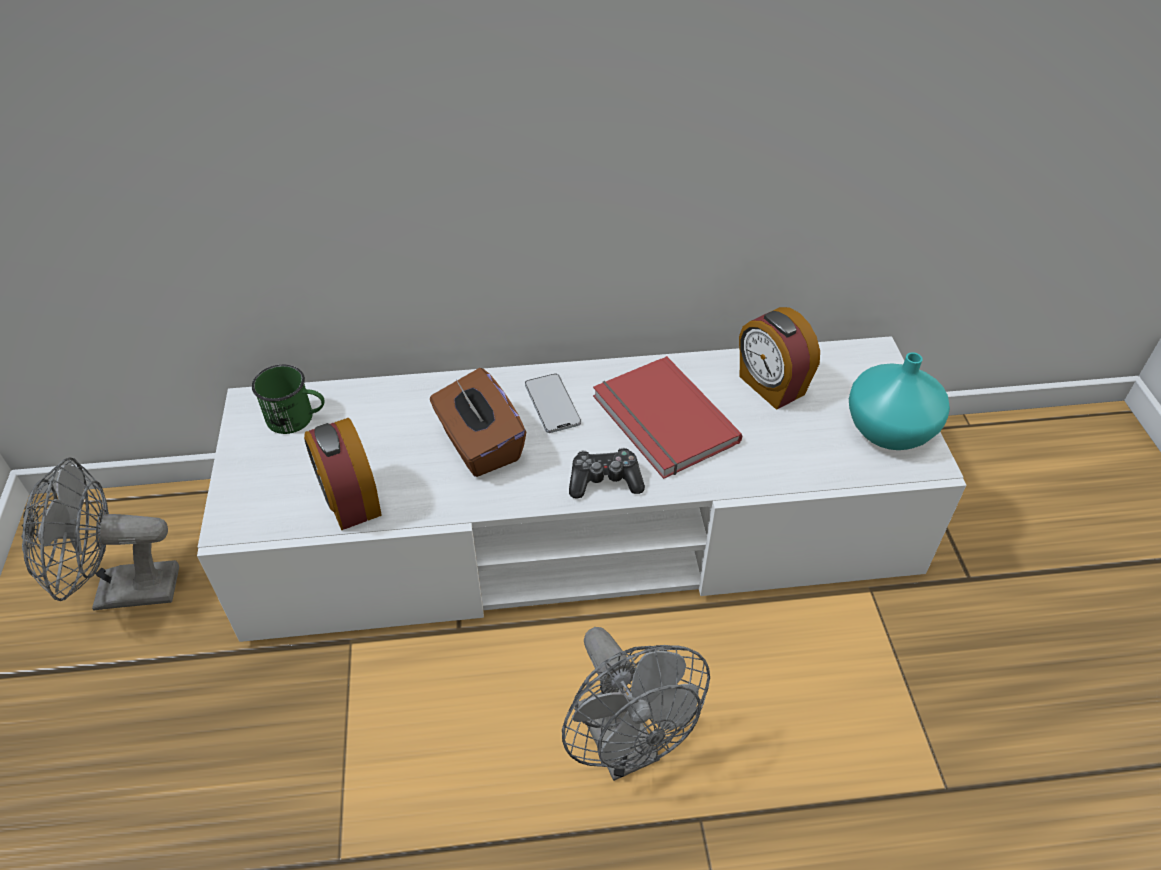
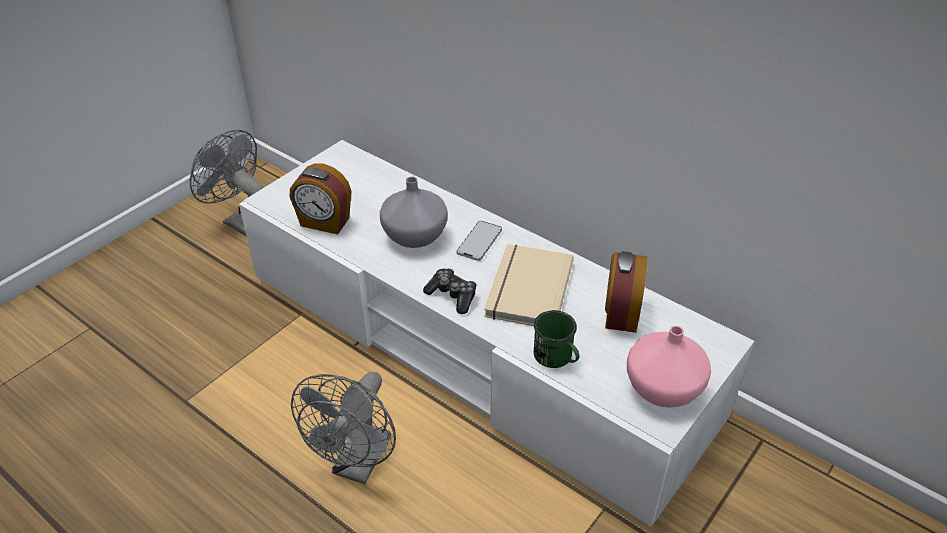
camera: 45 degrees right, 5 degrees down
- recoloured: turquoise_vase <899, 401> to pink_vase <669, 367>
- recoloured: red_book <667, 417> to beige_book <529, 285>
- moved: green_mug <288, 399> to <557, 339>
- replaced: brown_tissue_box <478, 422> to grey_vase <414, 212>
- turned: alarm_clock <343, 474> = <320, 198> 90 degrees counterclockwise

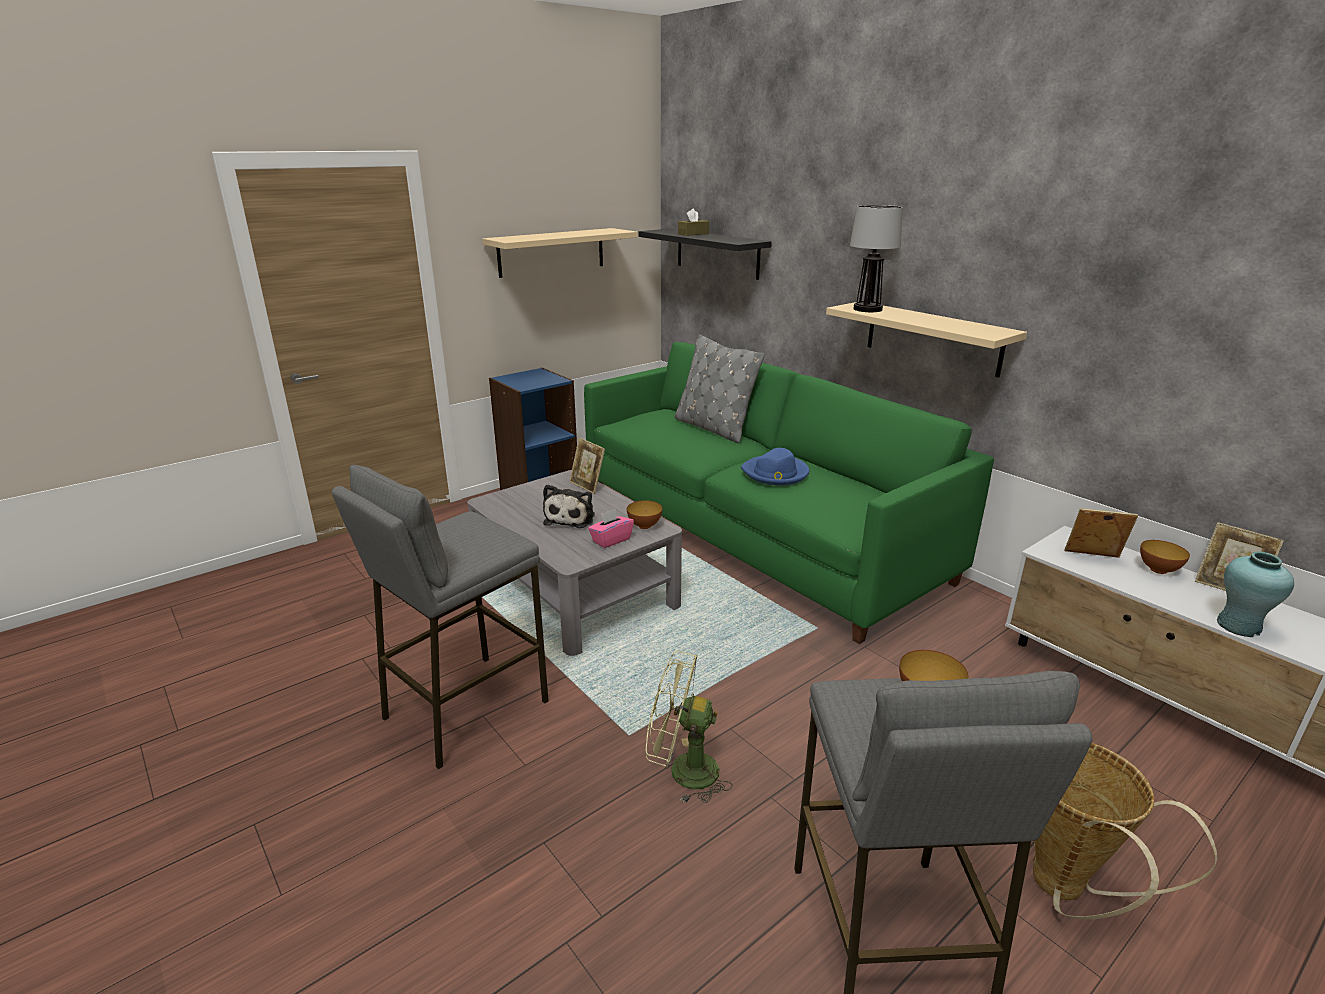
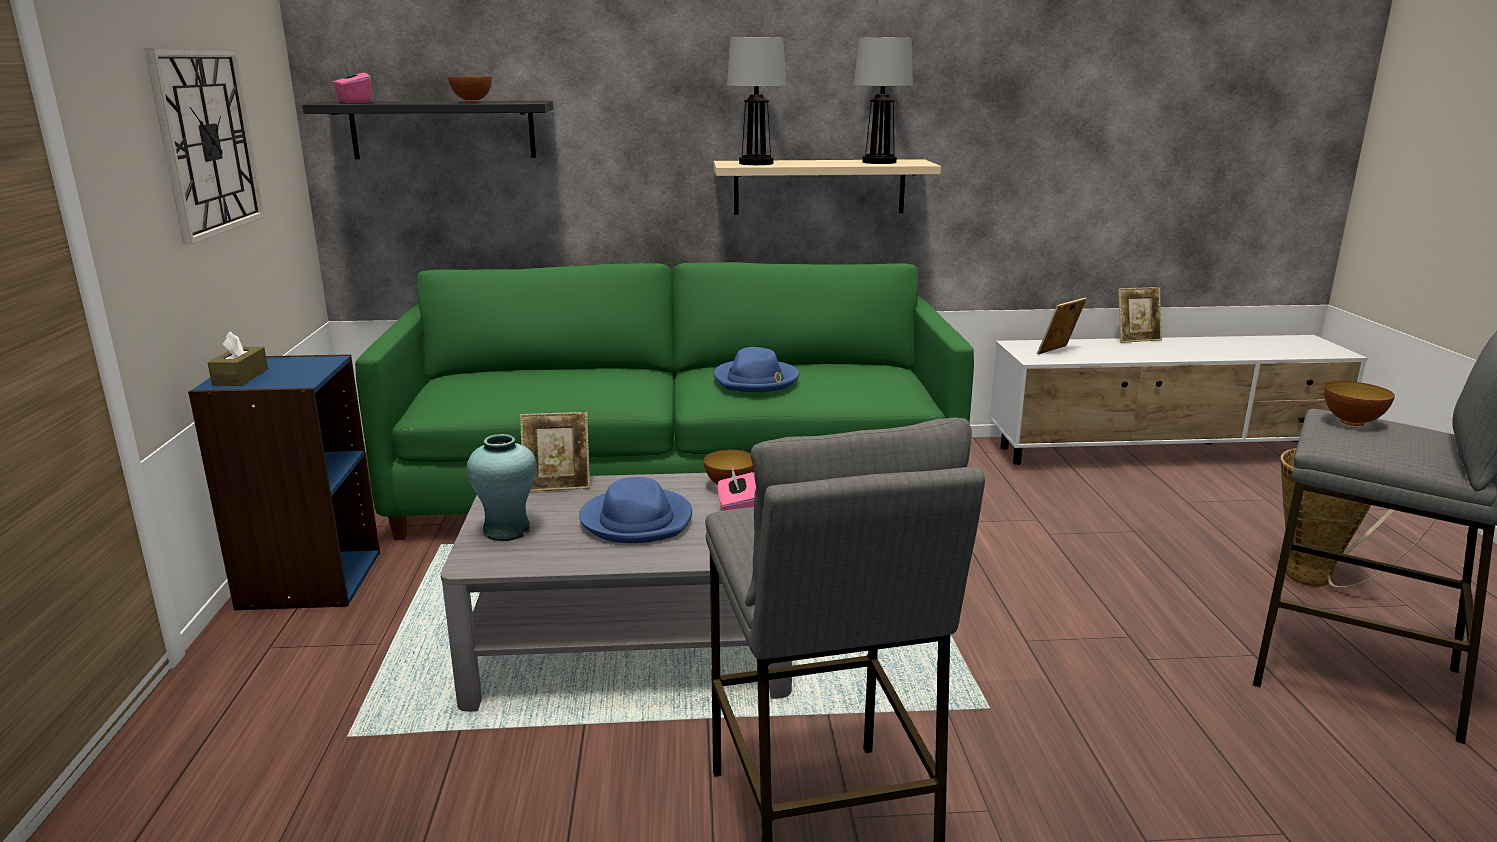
camera: 55 degrees left, 5 degrees down
- moved: brown_tissue_box <693, 222> to <237, 358>
- replaced: beige_shelf <560, 253> to wall_clock <204, 146>
- removed: grey_pillow <720, 388>
- replaced: plush_toy <569, 506> to blue_hat <635, 510>
- moved: bowl <1165, 557> to <470, 89>
- moved: turquoise_vase <1255, 594> to <502, 487>
- removed: green_fan <689, 727>
- added: table_lamp <883, 100>
- added: pink_tissue_box <351, 83>

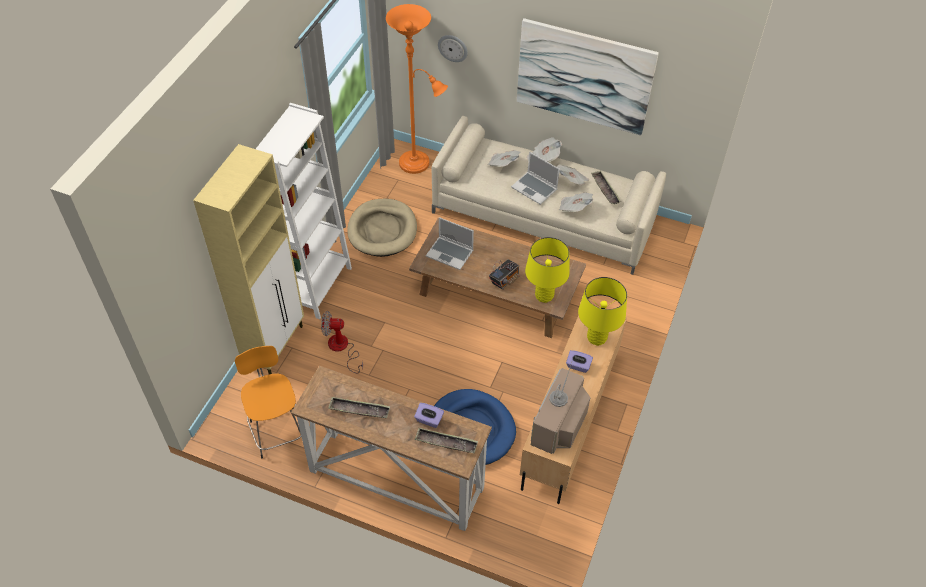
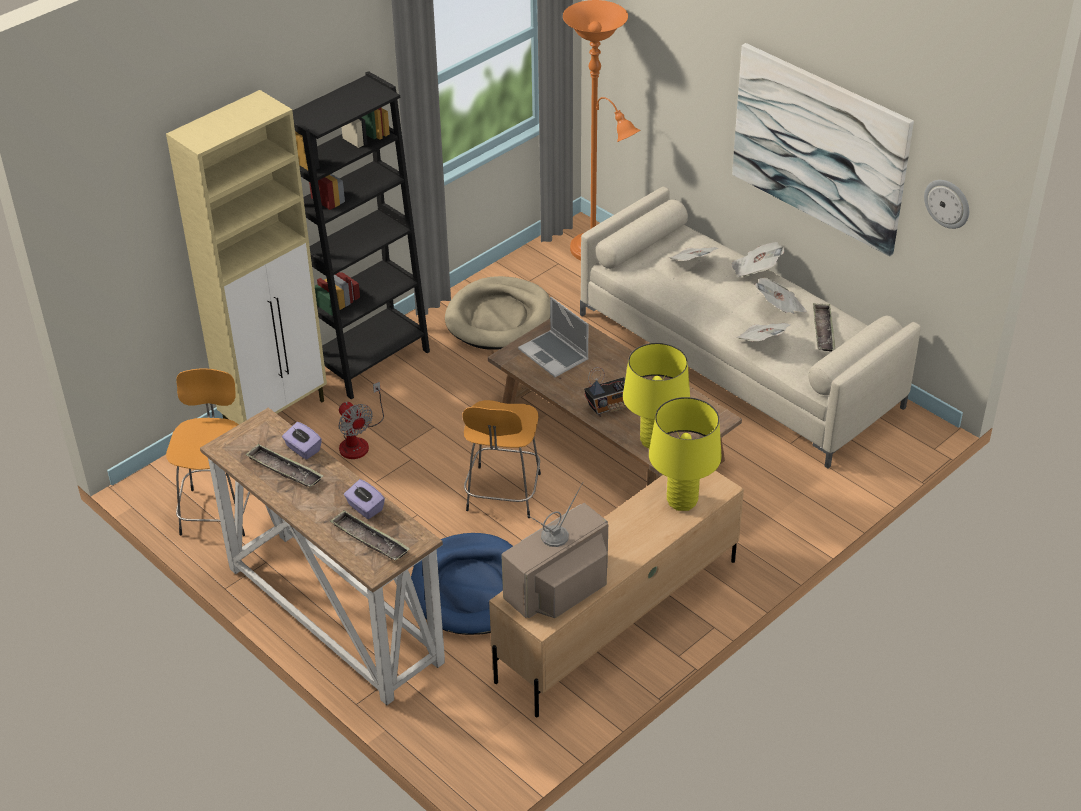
camera: 25 degrees right, 10 degrees down
- moved: wall_clock <453, 48> to <946, 204>
- recoloured: white_bookcase <304, 211> to black_bookcase <361, 235>
- removed: laptop <535, 178>
- turned: fan <342, 342> = <361, 420> 150 degrees counterclockwise
- moved: purple_tissue_box <579, 361> to <302, 441>
- added: orange_stool <501, 459>

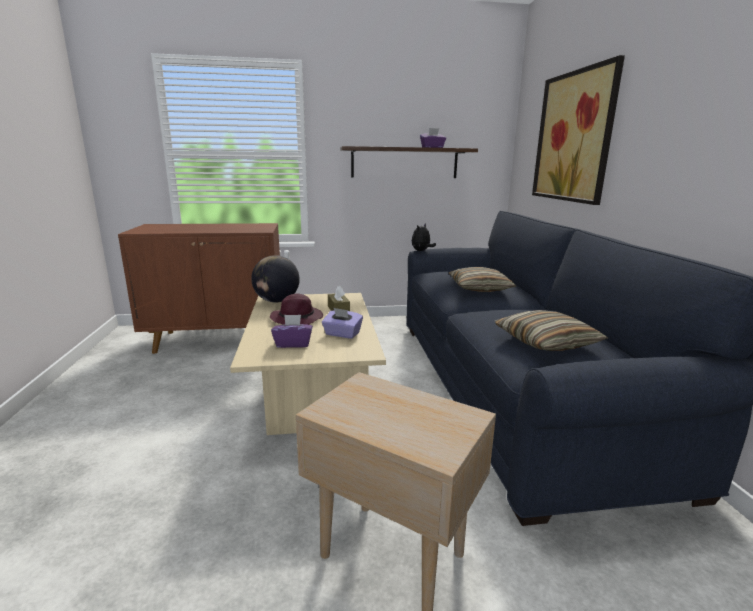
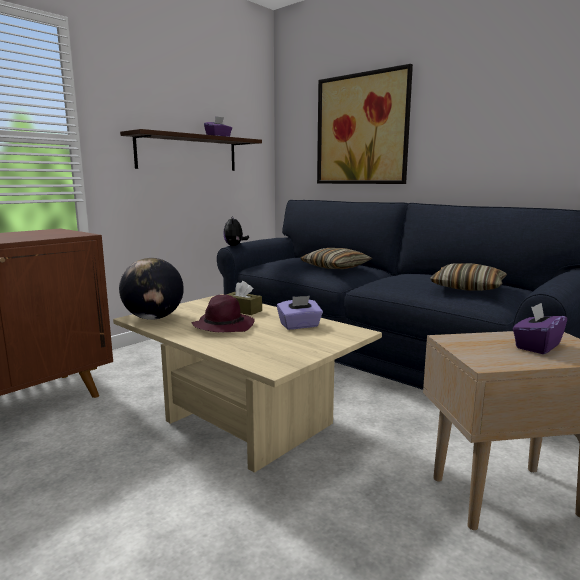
camera: 40 degrees left, 5 degrees down
- moved: purple_tissue_box <292, 331> to <540, 328>

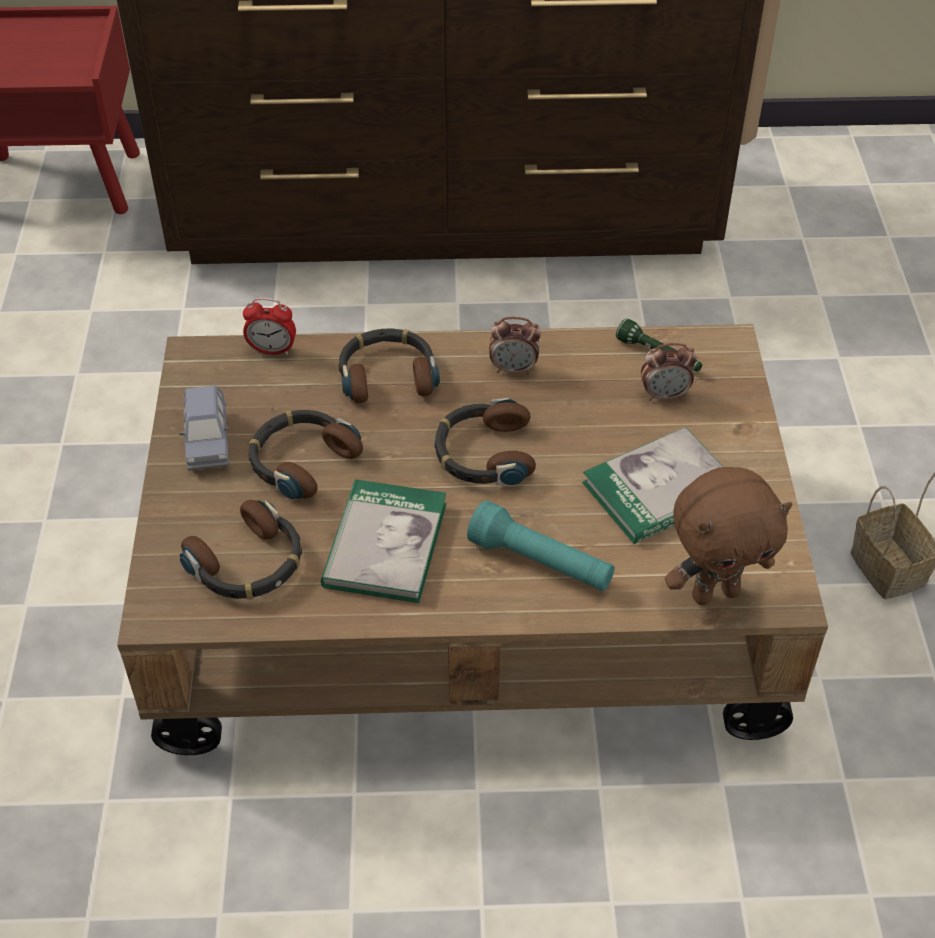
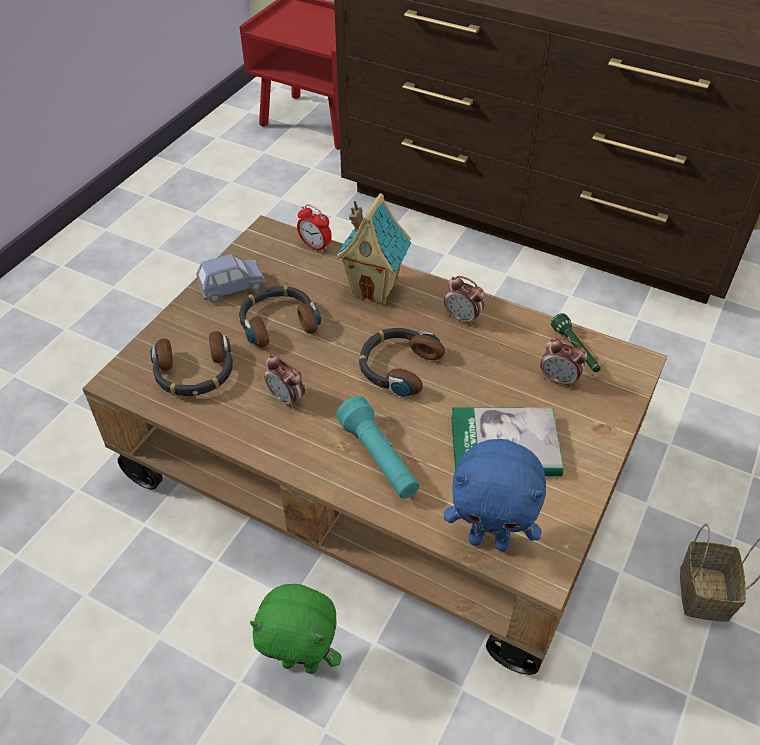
camera: 30 degrees right, 0 degrees up
- replaced: headphones <389, 366> to toy_house <373, 249>
- turned: blue_toy_car <204, 428> = <231, 278> 135 degrees counterclockwise
- recoloured: brown_plush_toy <728, 536> to blue_plush_toy <495, 495>
- replaced: book <384, 541> to alarm_clock <284, 382>
- added: green_plush_toy <296, 629>

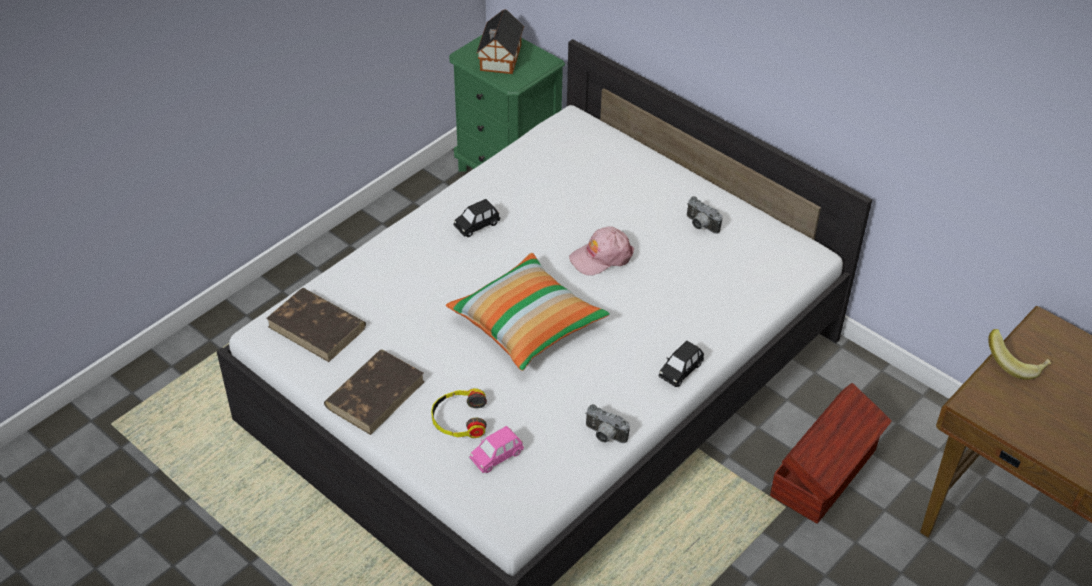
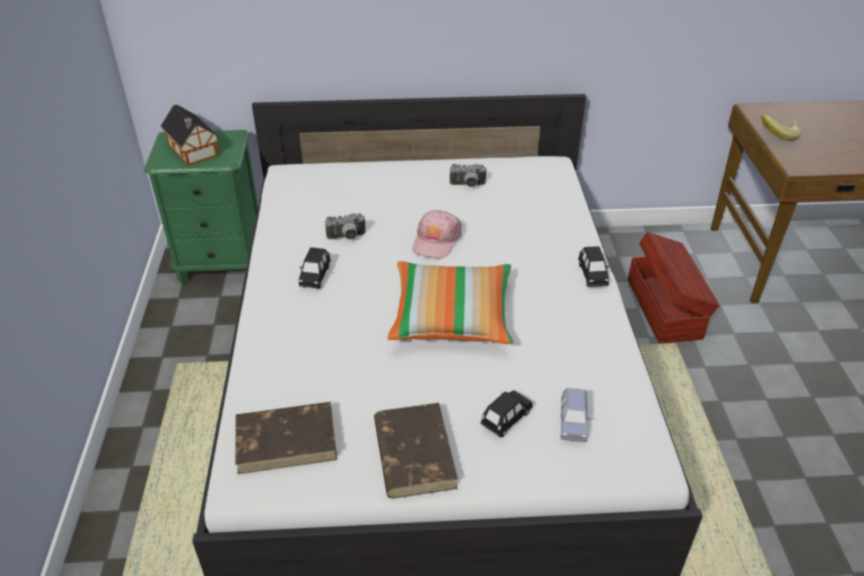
camera: 45 degrees left, 5 degrees down
- replaced: headphones <459, 413> to black_toy_car <506, 413>
- moved: photo_camera <607, 423> to <345, 226>
- recoloured: pink_toy_car <496, 449> to blue_toy_car <575, 415>

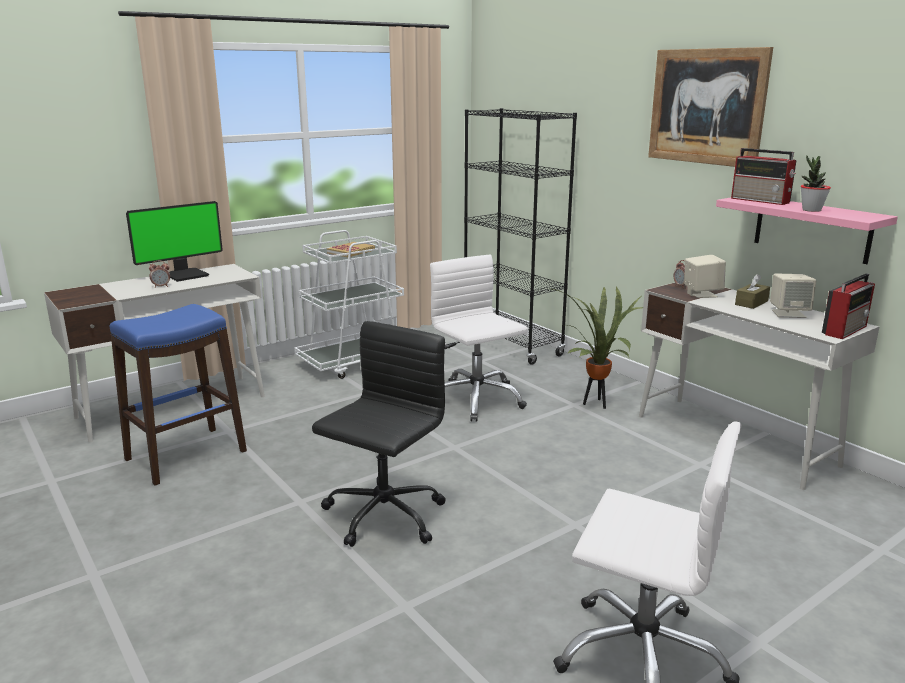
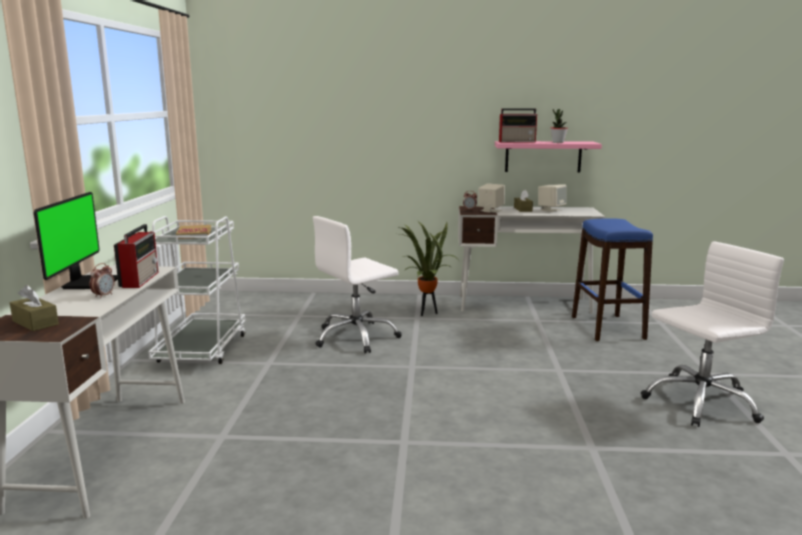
camera: 50 degrees left, 5 degrees down
- removed: picture <710, 107>
- removed: black_bookcase <520, 236>
- turned: white_office_chair <479, 338> = <357, 284> 45 degrees counterclockwise
- moved: radio <848, 306> to <136, 256>
- moved: blue_stool <178, 395> to <612, 279>
- removed: black_office_chair <378, 434>
- added: brown_tissue_box <34, 308>

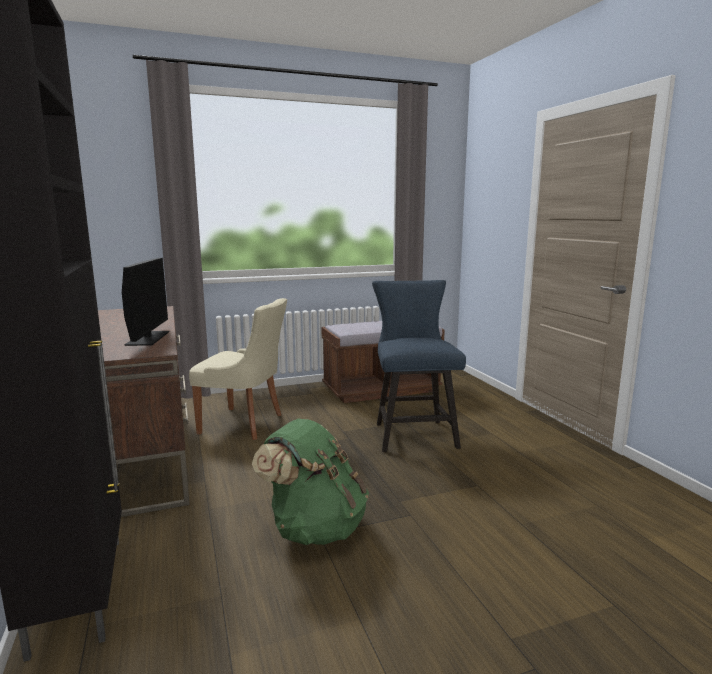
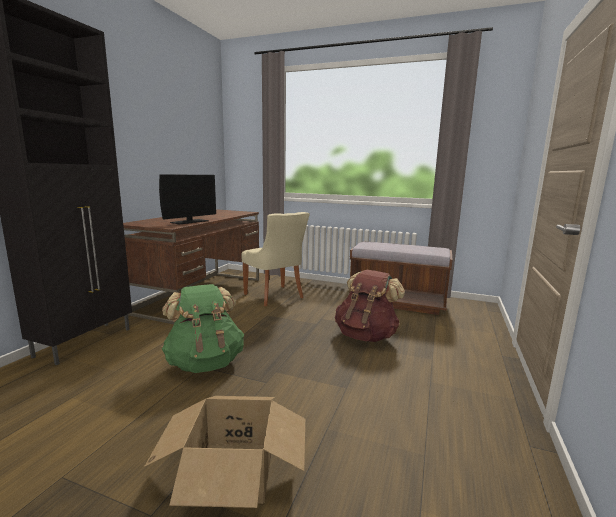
camera: 40 degrees right, 0 degrees up
- replaced: blue_chair <419, 366> to brown_backpack <370, 306>
- added: cardboard_box <224, 452>

